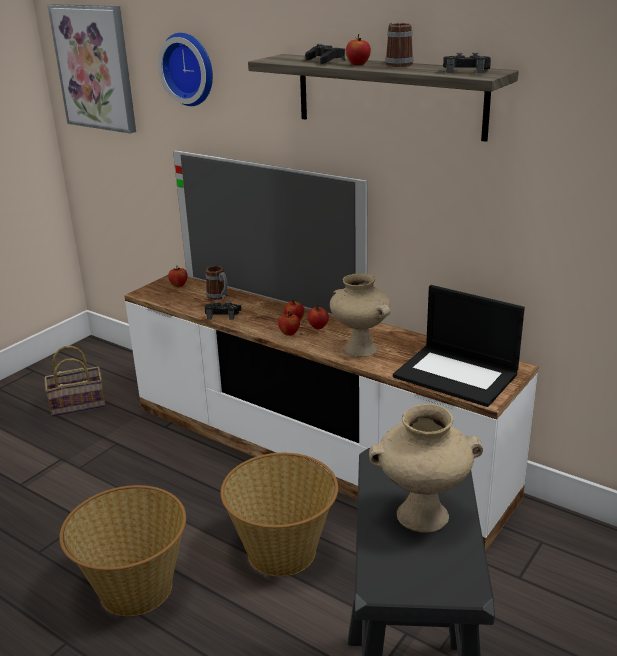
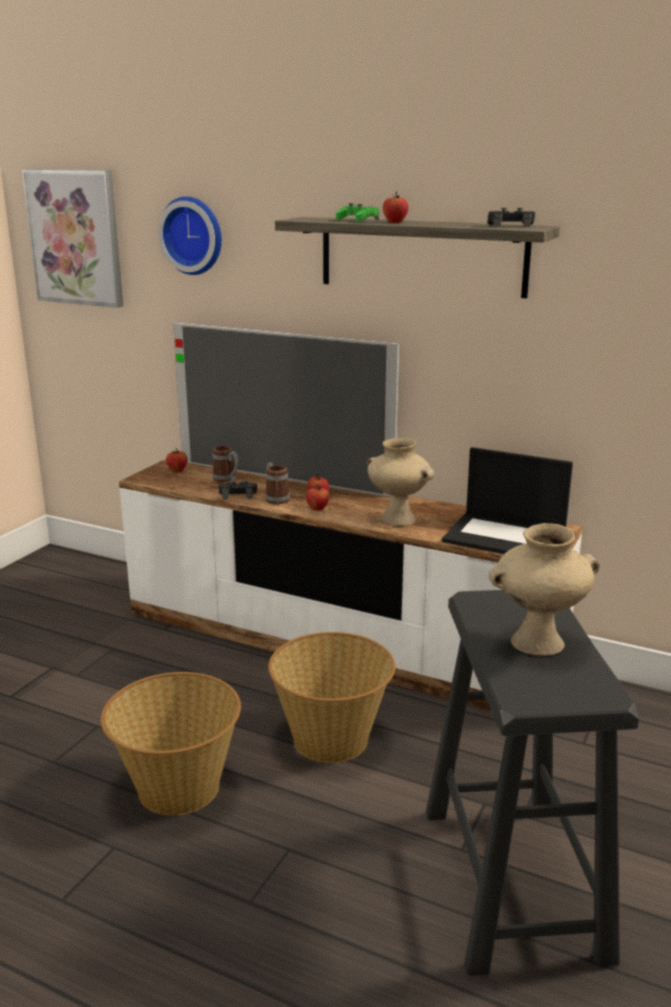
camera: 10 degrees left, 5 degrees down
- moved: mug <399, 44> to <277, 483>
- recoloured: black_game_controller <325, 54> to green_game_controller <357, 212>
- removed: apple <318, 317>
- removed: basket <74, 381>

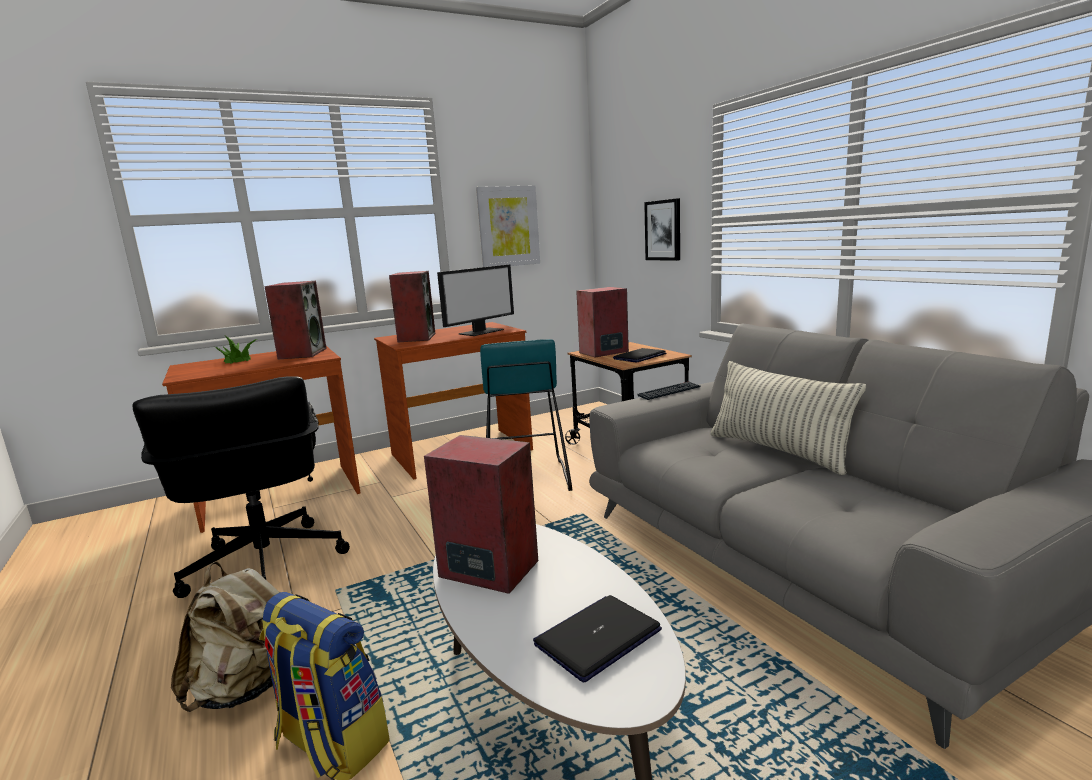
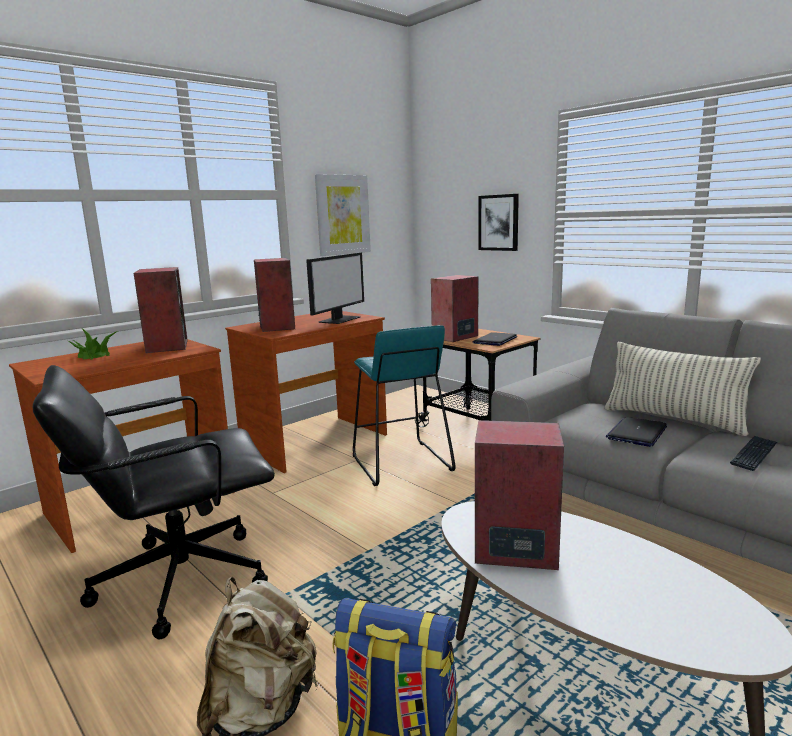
camera: 15 degrees left, 0 degrees up
- turned: black_office_chair <241, 487> = <154, 502> 105 degrees clockwise
- moved: keyboard <669, 391> to <753, 453>
- moved: laptop <597, 638> to <636, 432>

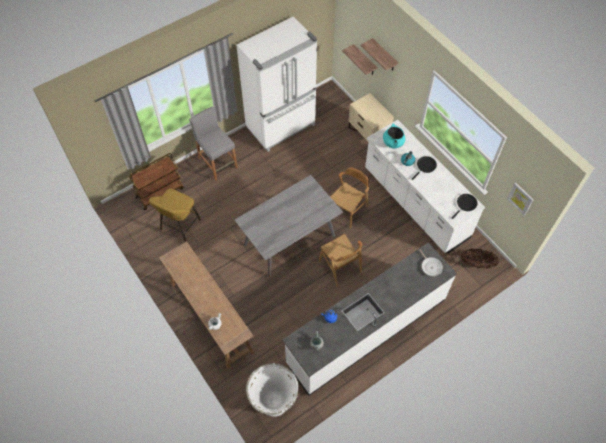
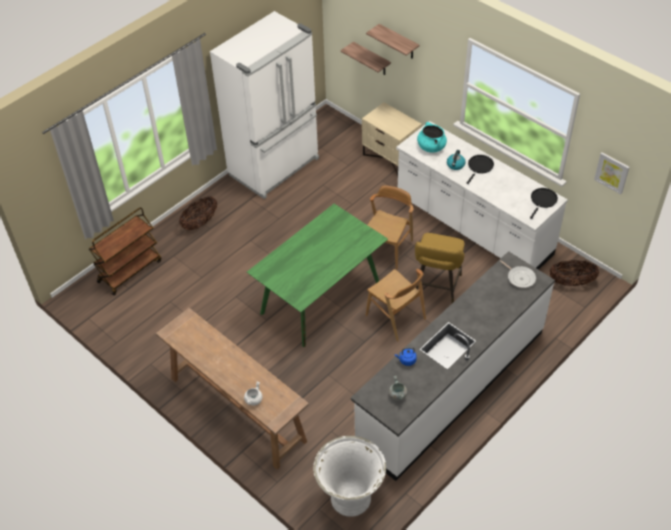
camera: 10 degrees left, 10 degrees down
- replaced: grey_stool <213, 144> to basket <198, 213>
- recoloured: grey_dining_table <289, 226> to green_dining_table <317, 275>
- moved: yellow_stool <175, 215> to <440, 268>

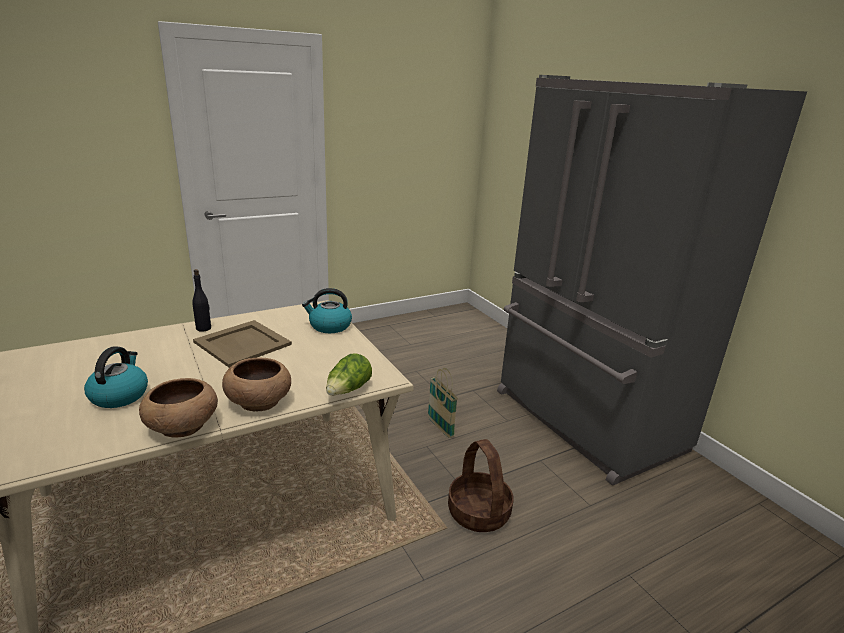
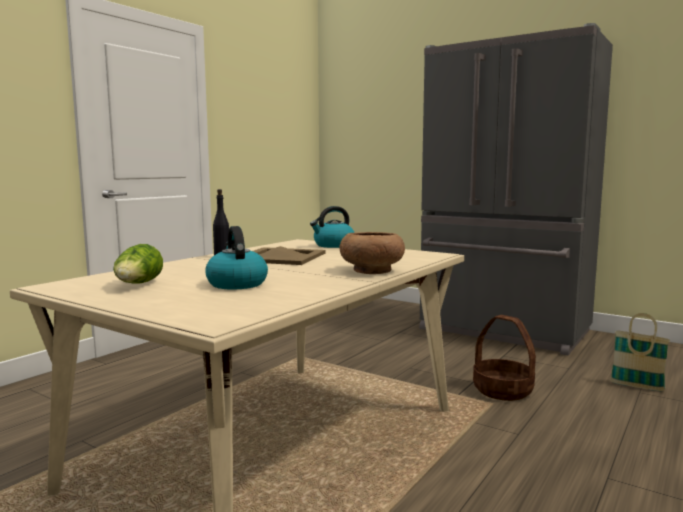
camera: 25 degrees left, 15 degrees down
- moved: lettuce <349, 374> to <138, 264>
- moved: basket <442, 403> to <640, 352>
- removed: brown_bowl <178, 408>

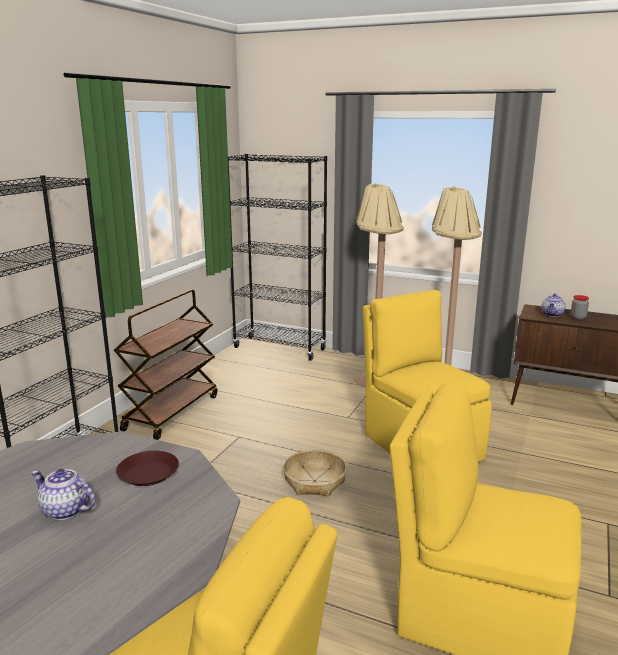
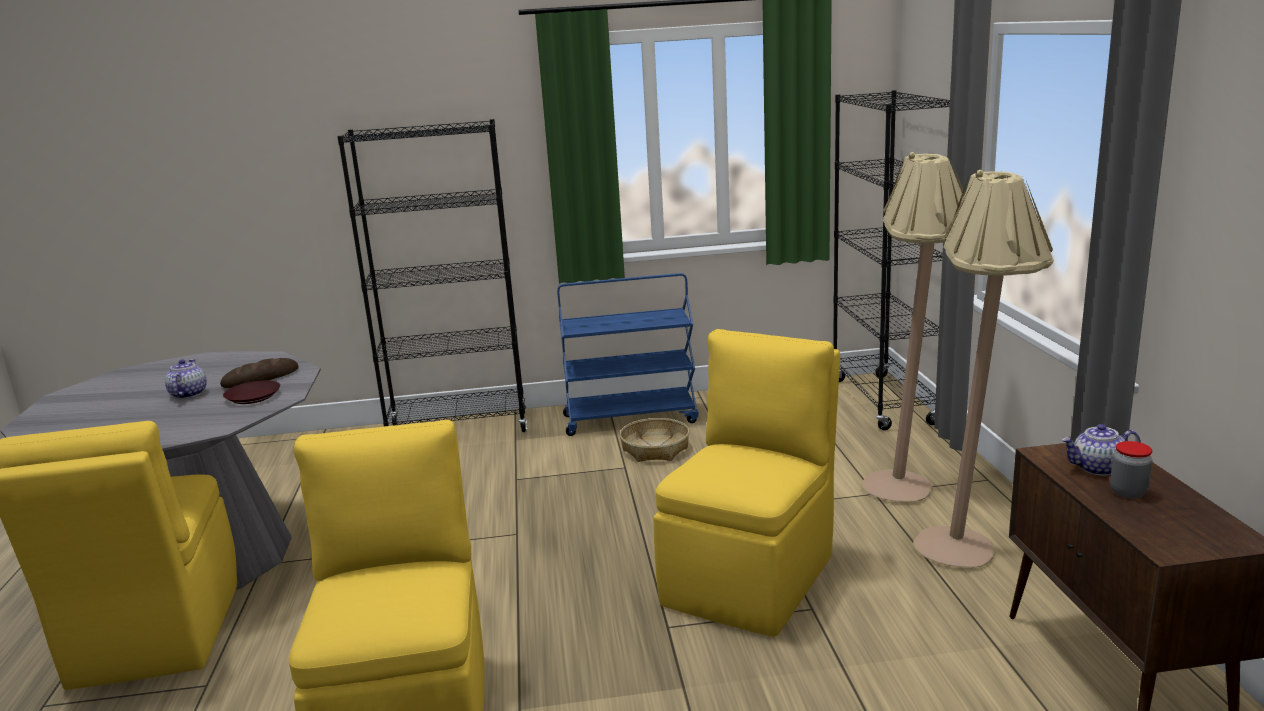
camera: 60 degrees right, 0 degrees up
- recoloured: brown_cart <165, 365> to blue_cart <627, 354>
- moved: basket <315, 473> to <654, 440>
- added: bread <259, 373>

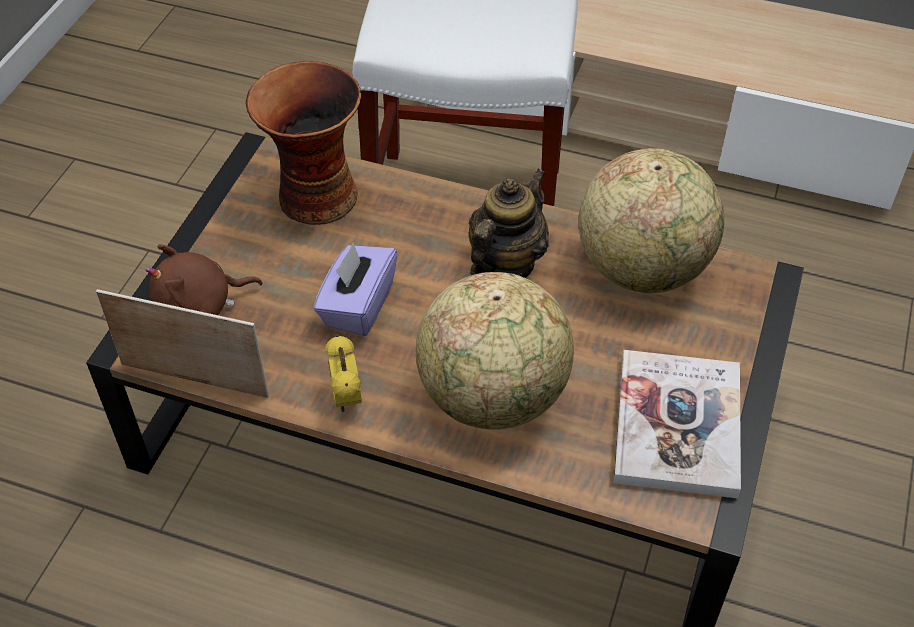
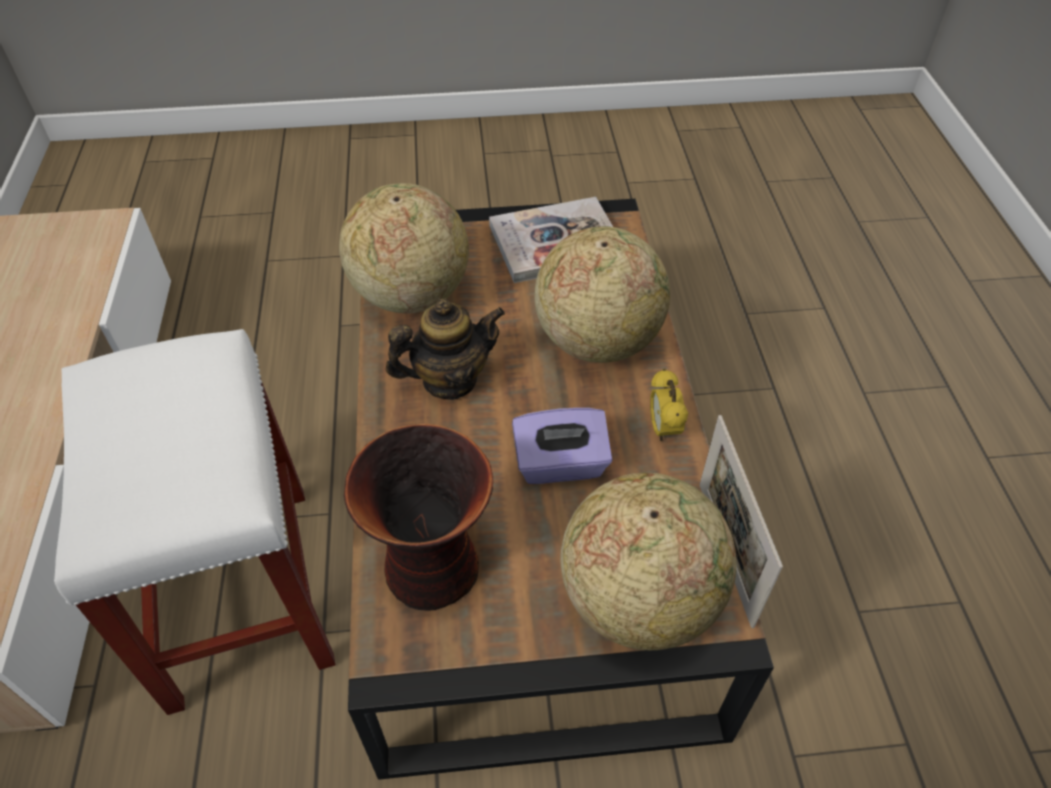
camera: 115 degrees left, 0 degrees up
- turned: teapot <509, 223> = <445, 349> 150 degrees clockwise
- replaced: brown_plush_toy <204, 279> to globe <648, 561>
- turned: alarm_clock <343, 373> = <669, 405> 120 degrees clockwise

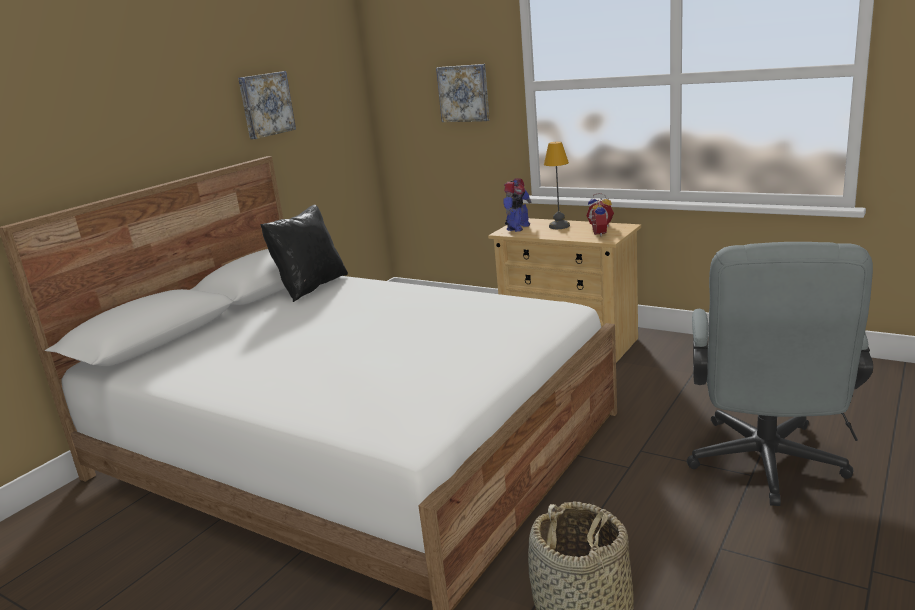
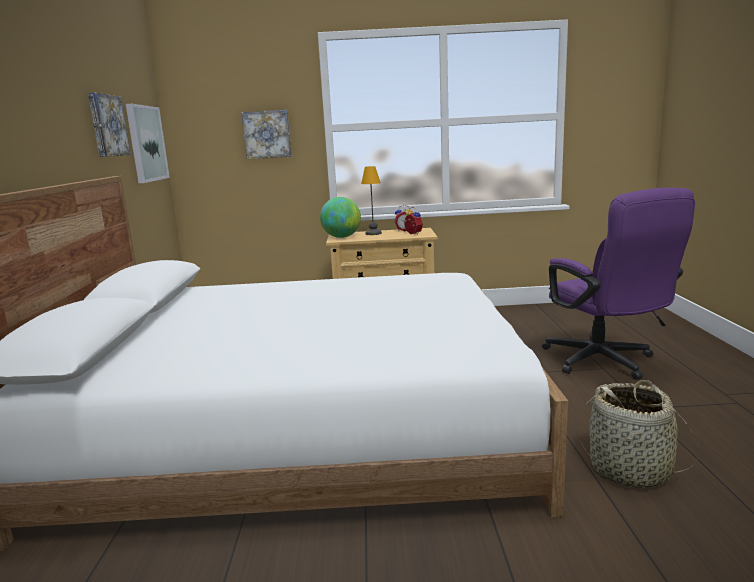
camera: 35 degrees left, 5 degrees down
- replaced: toy_robot <517, 205> to globe <340, 217>
- removed: black_pillow <304, 253>
- recoloured: grey_office_chair <780, 374> to purple_office_chair <618, 284>
- added: picture <148, 143>

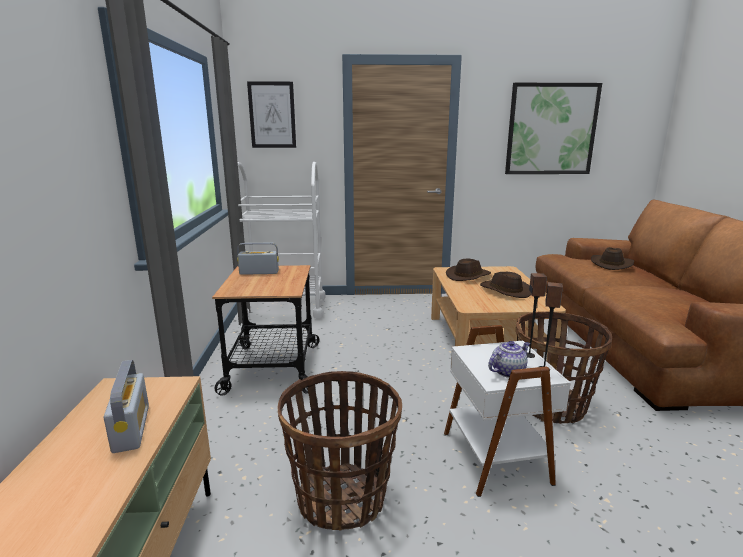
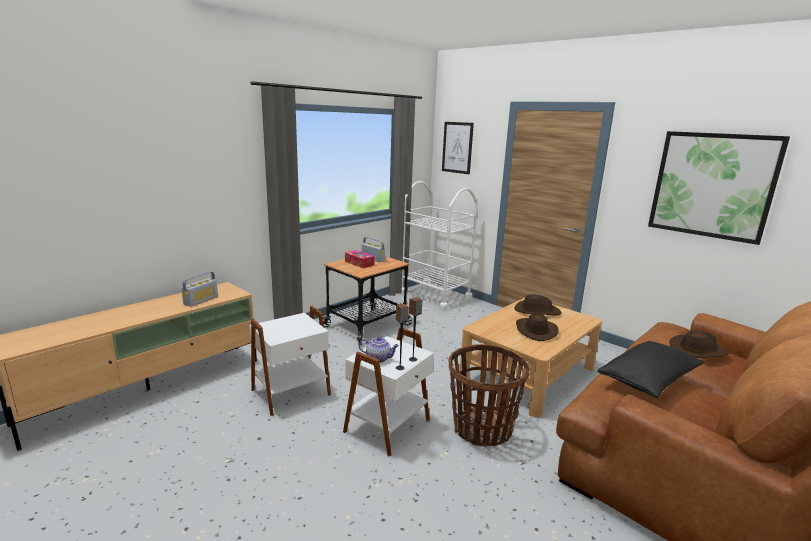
camera: 45 degrees right, 0 degrees up
- replaced: basket <340, 451> to white_side_table <290, 361>
- added: tissue_box <360, 259>
- added: black_pillow <650, 369>

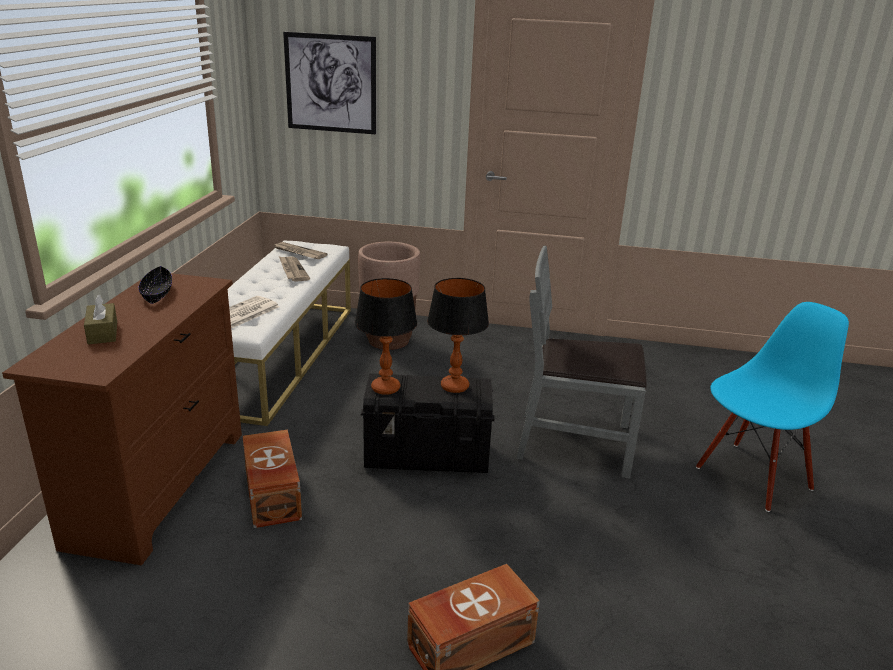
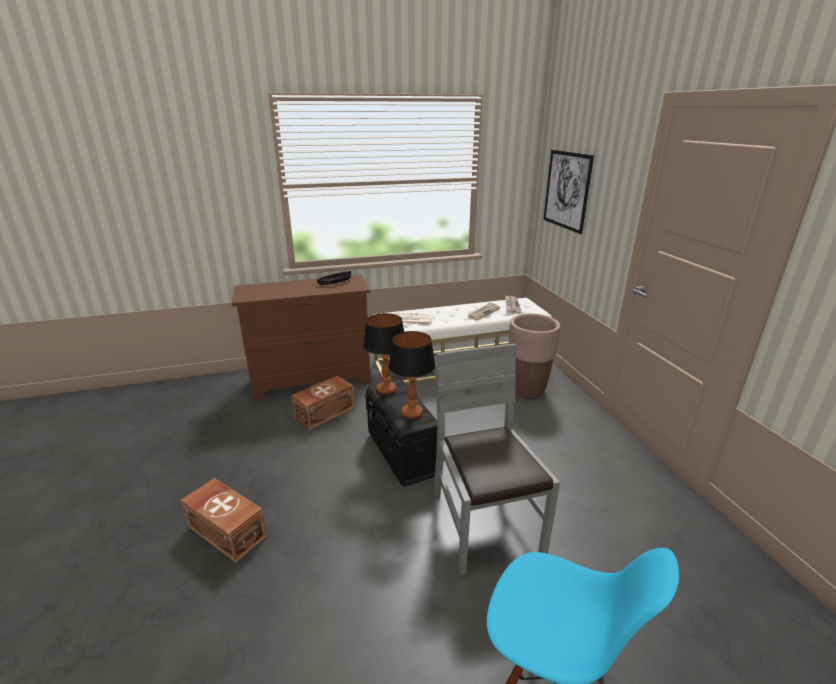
camera: 65 degrees right, 0 degrees up
- removed: brown_tissue_box <100, 319>

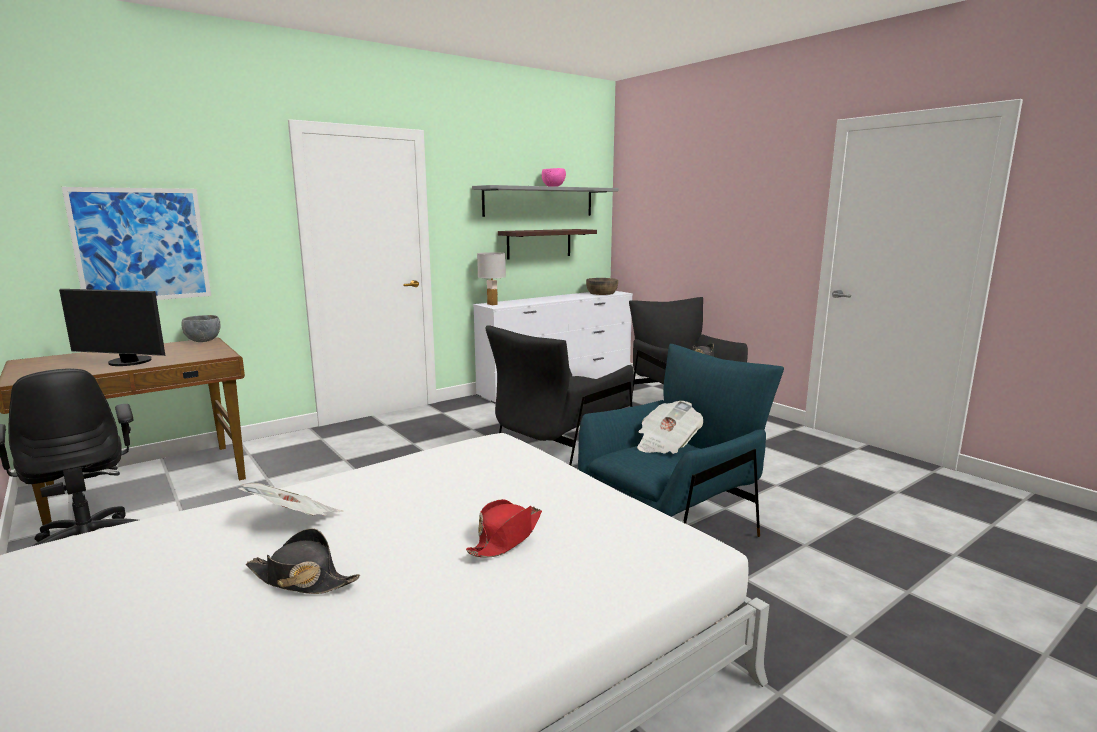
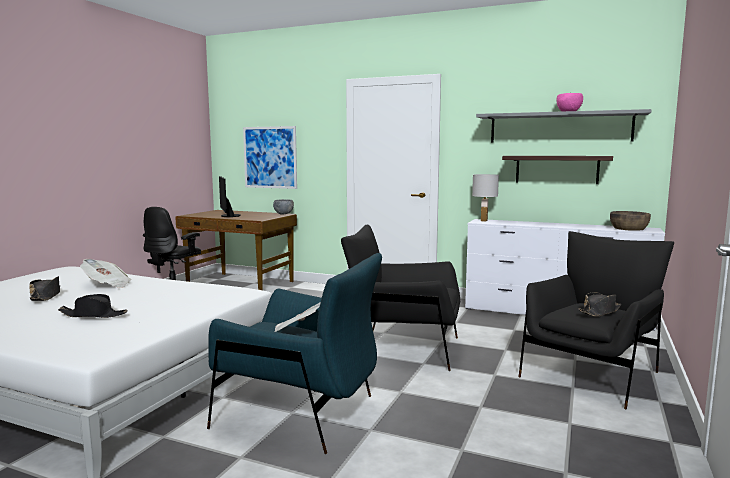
camera: 60 degrees right, 5 degrees down
- recoloured: red_hat <504, 528> to black_hat <93, 306>

